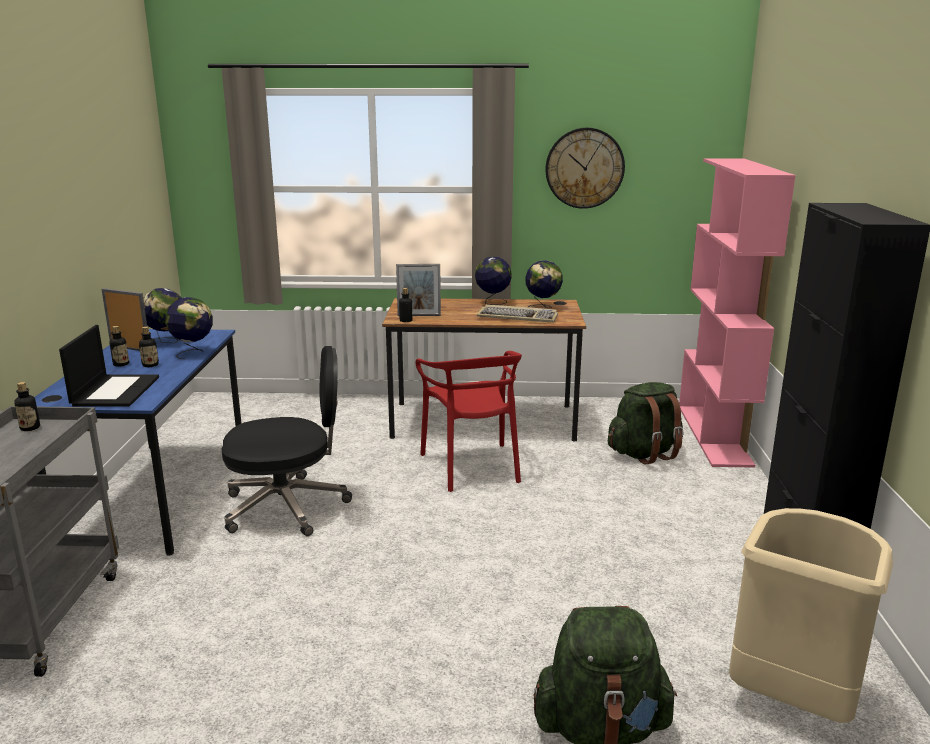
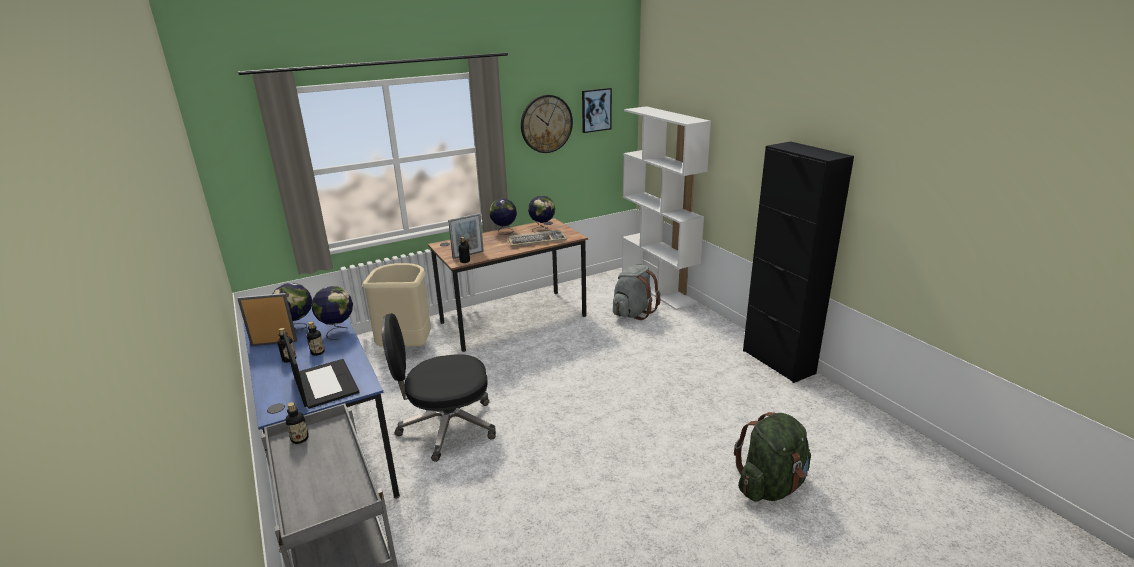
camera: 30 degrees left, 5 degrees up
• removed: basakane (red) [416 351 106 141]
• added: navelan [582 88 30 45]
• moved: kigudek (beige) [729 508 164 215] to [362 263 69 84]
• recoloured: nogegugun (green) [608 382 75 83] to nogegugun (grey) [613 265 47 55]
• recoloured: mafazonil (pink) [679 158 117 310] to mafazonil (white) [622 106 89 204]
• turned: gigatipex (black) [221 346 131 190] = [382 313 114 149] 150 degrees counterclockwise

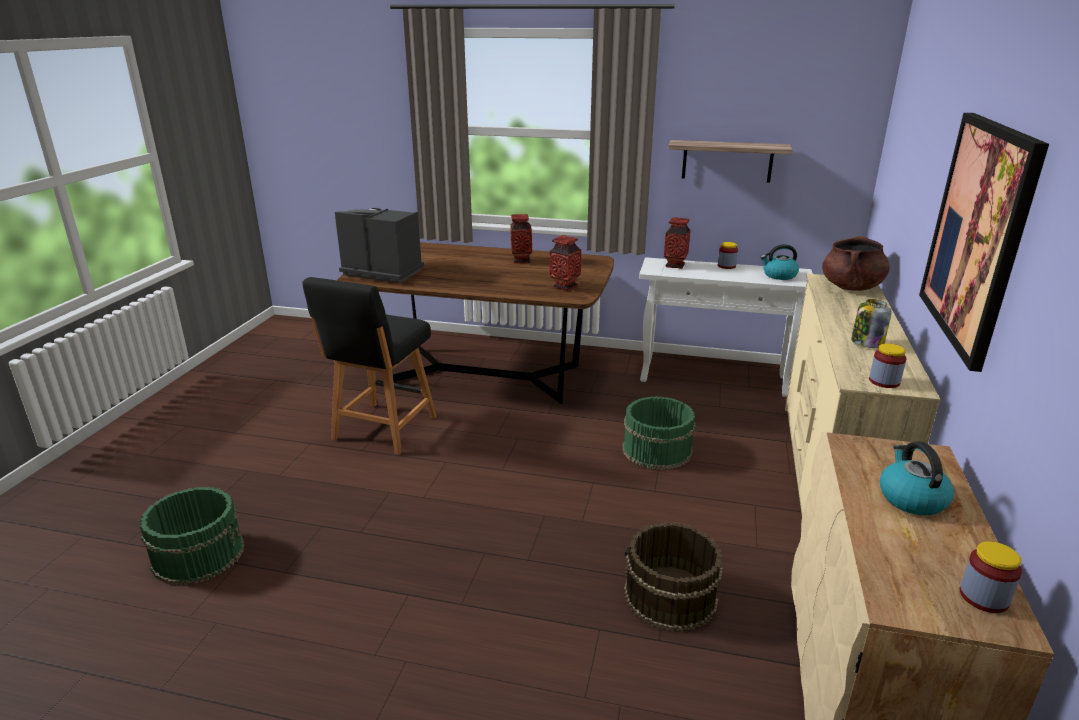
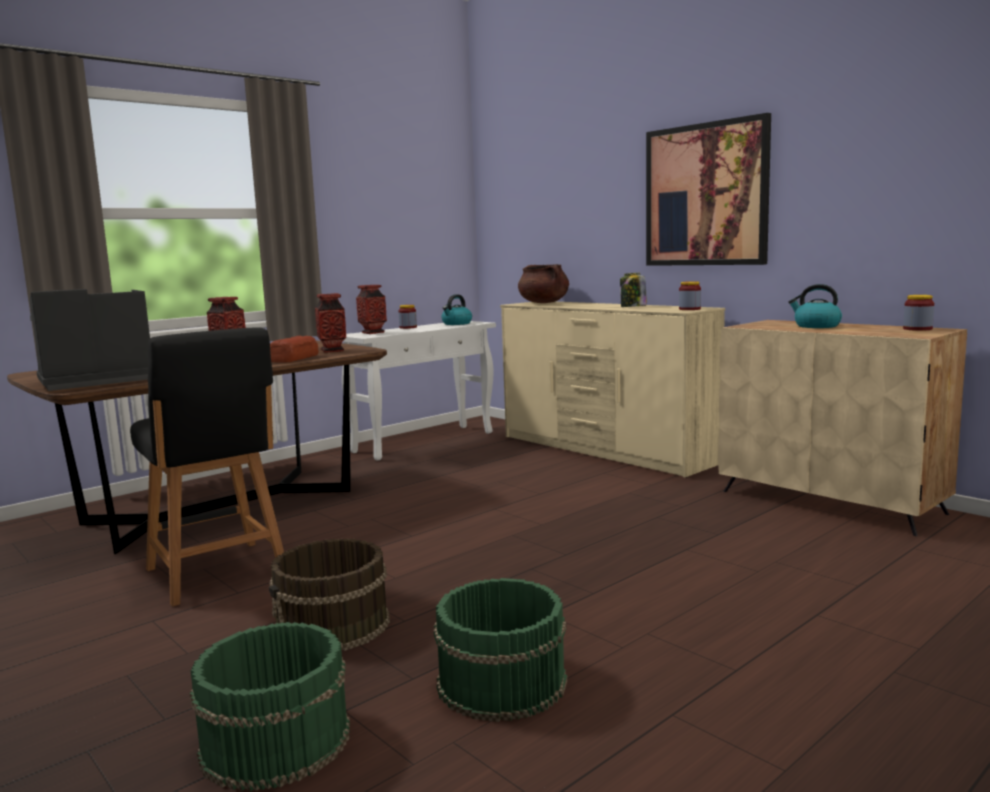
camera: 55 degrees left, 15 degrees down
• removed: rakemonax [668 140 125 43]
• added: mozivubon [270 336 49 27]
• moved: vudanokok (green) [623 396 73 74] to [434 578 133 144]
• moved: vudanokok (brown) [624 522 99 110] to [269 538 121 113]

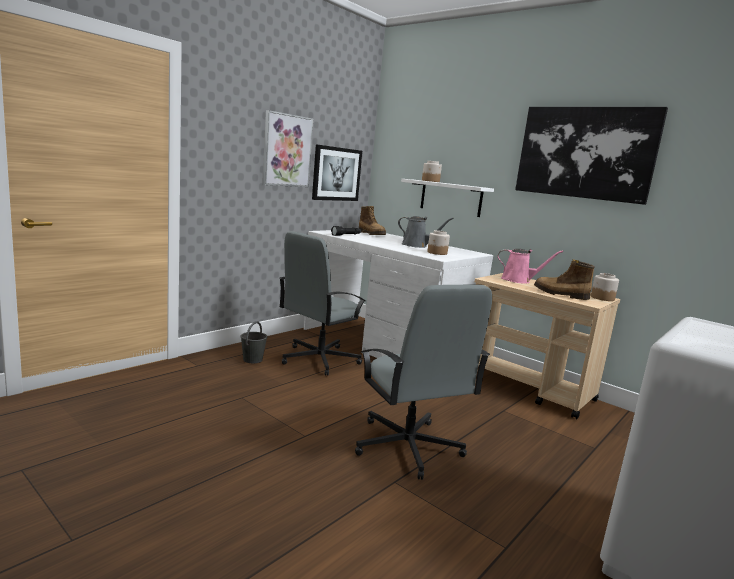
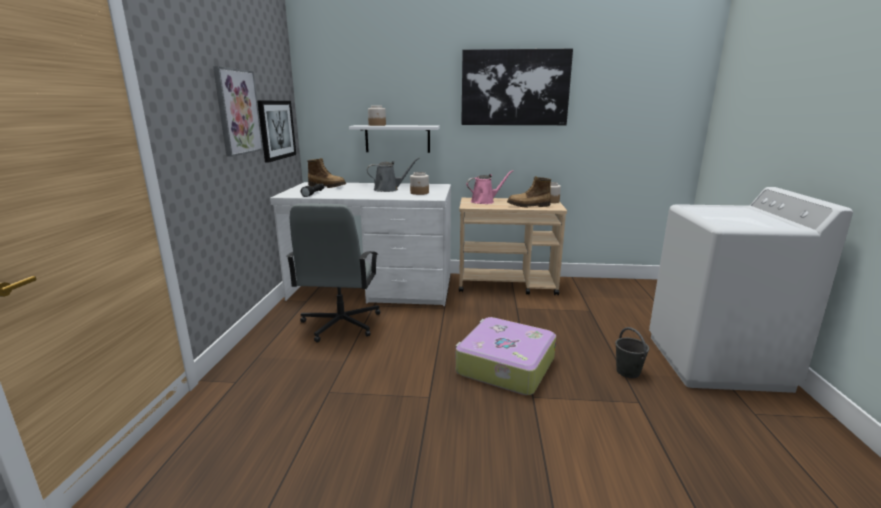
camera: 35 degrees left, 5 degrees up
• moved: vudanokok (grey) [241 321 26 42] to [615 327 34 51]
• replaced: gigatipex (grey) [355 285 137 195] to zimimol [456 317 100 78]

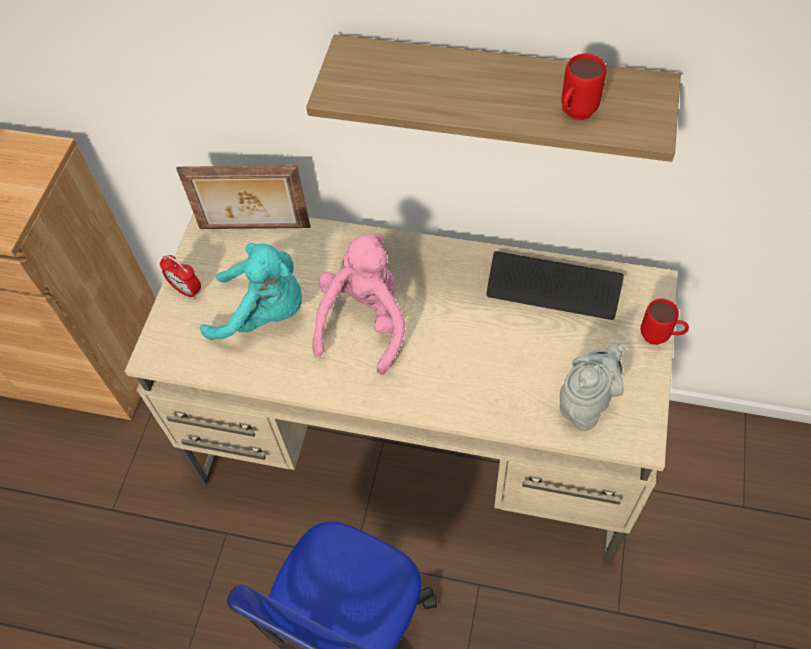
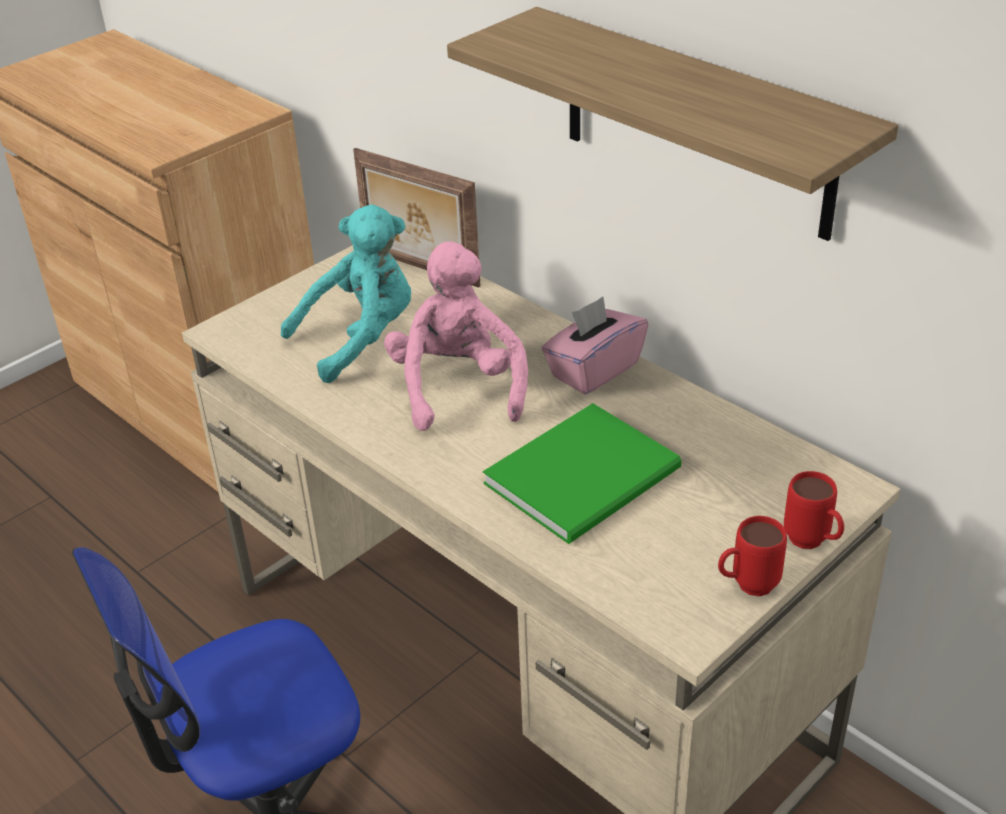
camera: 30 degrees right, 20 degrees down
• removed: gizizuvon [160 255 41 44]
• removed: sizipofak [486 251 138 69]
• removed: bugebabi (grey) [560 343 67 88]
• added: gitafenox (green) [483 403 199 141]
• added: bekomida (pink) [542 297 106 98]
• moved: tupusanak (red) [561 53 45 67] to [718 516 69 80]
• turned: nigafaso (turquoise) [200 243 102 97] = [281 205 130 178] 75 degrees counterclockwise
• turned: nigafaso (pink) [312 233 94 142] = [384 242 144 189] 60 degrees counterclockwise

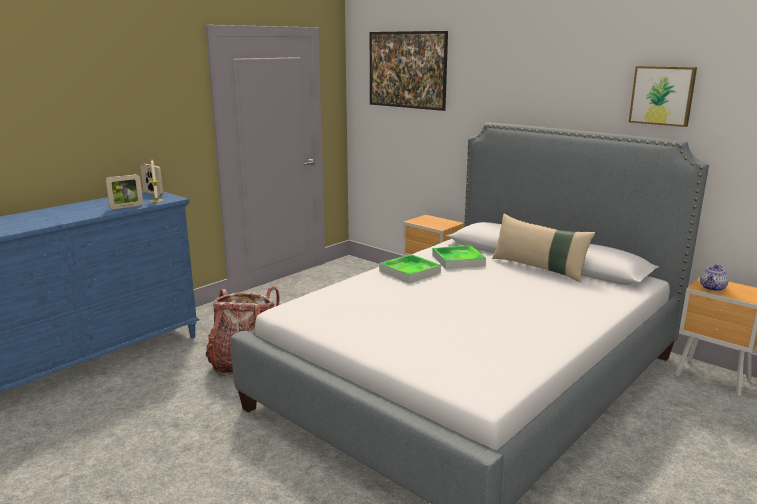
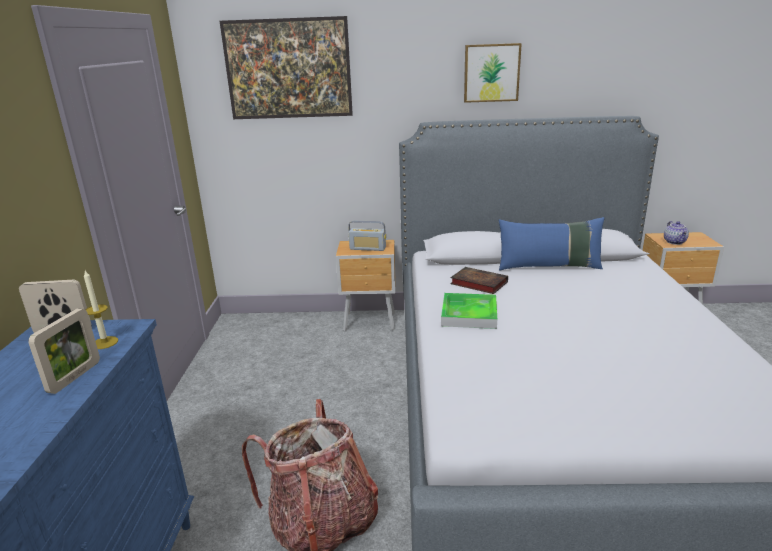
camera: 40 degrees left, 5 degrees up
• added: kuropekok [348 220 38 31]
• moved: navelan [629 66 68 61] to [464 43 58 60]
• replaced: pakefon [432 245 54 24] to gitafenox [450 267 58 27]
• recoloured: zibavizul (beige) [492 214 104 68] to zibavizul (blue) [499 217 105 54]

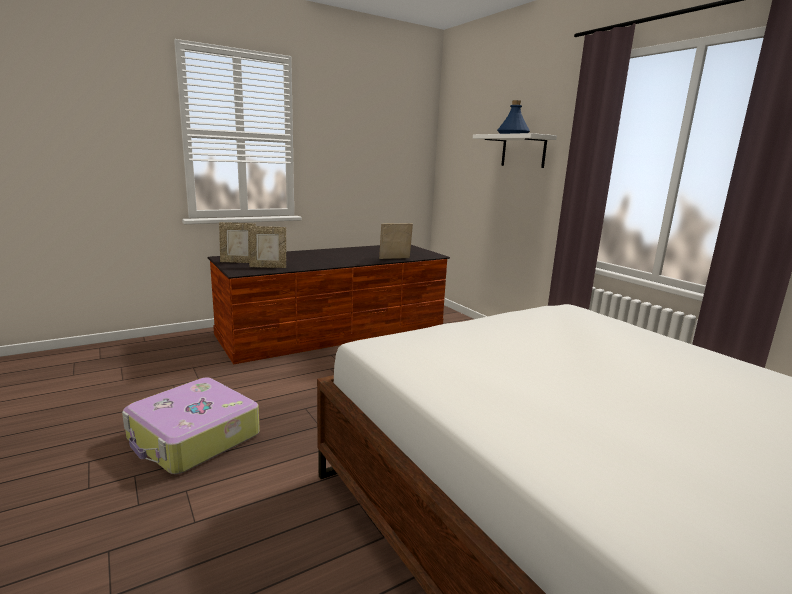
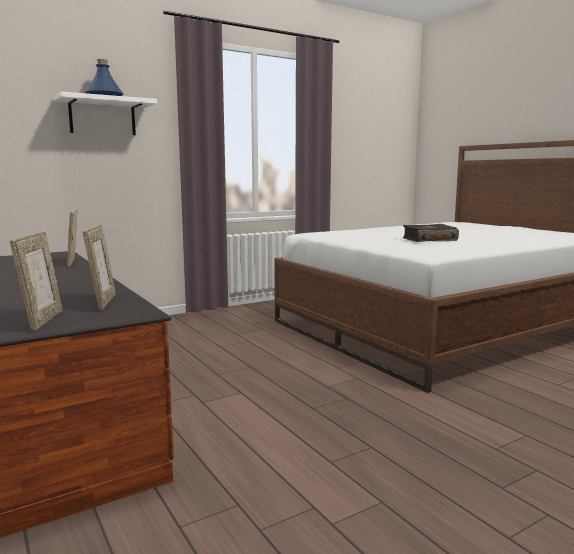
camera: 90 degrees left, 5 degrees down
• removed: zimimol [122 377 138 97]
• added: gitafenox [402 224 57 18]

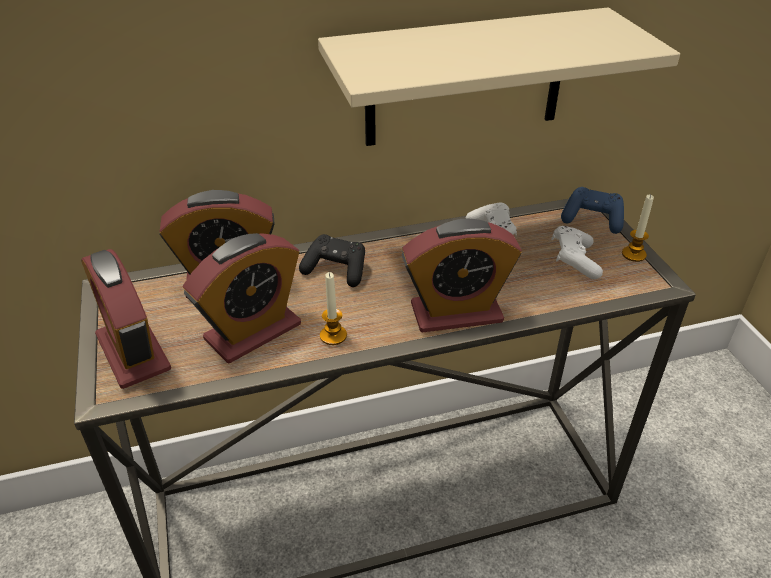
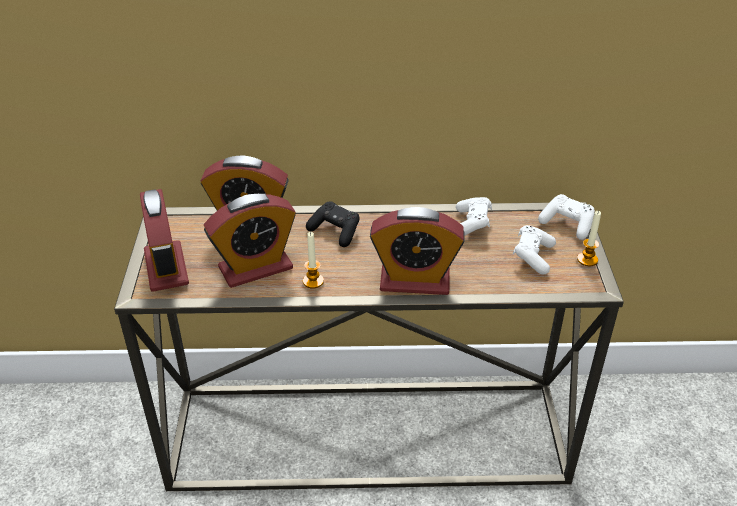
camera: 15 degrees right, 0 degrees up
• removed: rakemonax (beige) [318 7 362 139]
• recoloured: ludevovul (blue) [561 187 63 47] to ludevovul (white) [538 194 57 46]

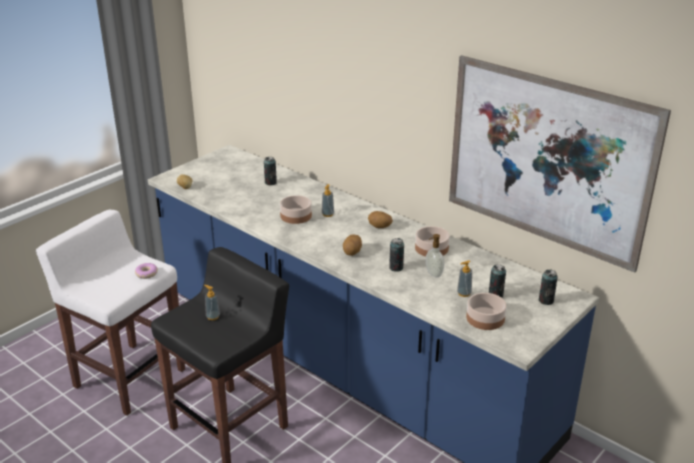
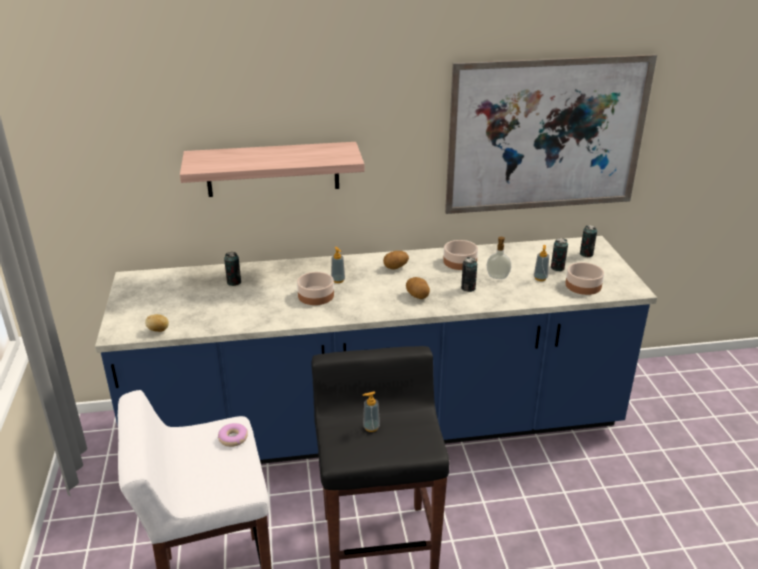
camera: 50 degrees left, 0 degrees up
• added: rakemonax [180 142 184 55]

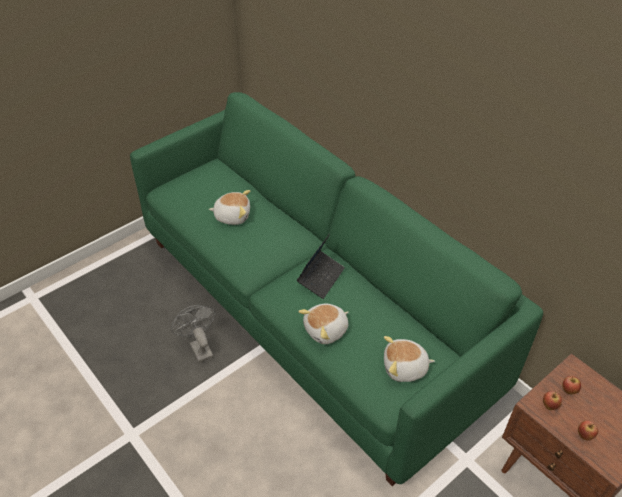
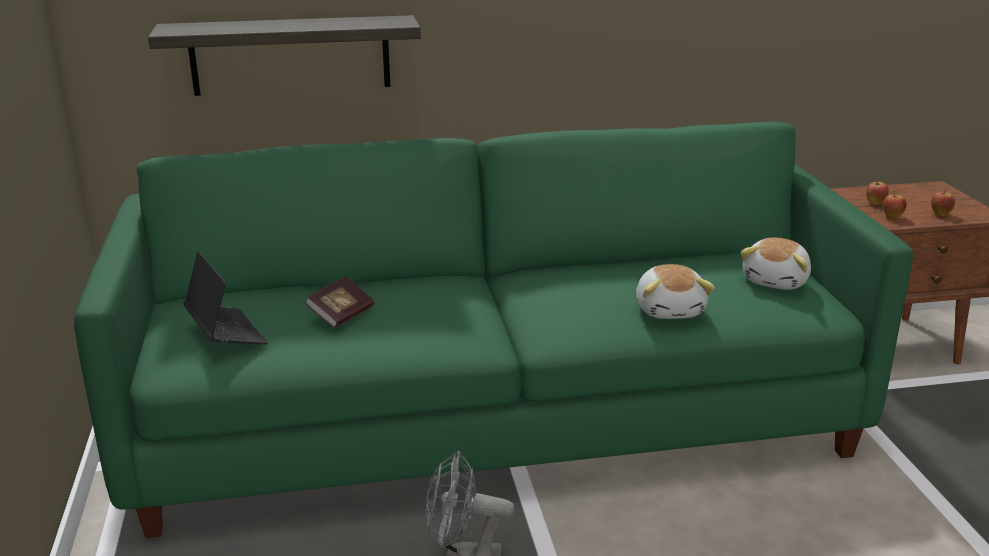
camera: 60 degrees left, 20 degrees down
• added: rakemonax [148 15 273 81]
• moved: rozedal [297 234 48 65] to [184 251 84 94]
• replaced: nigafaso [209 190 41 35] to gitafenox [305 277 69 51]

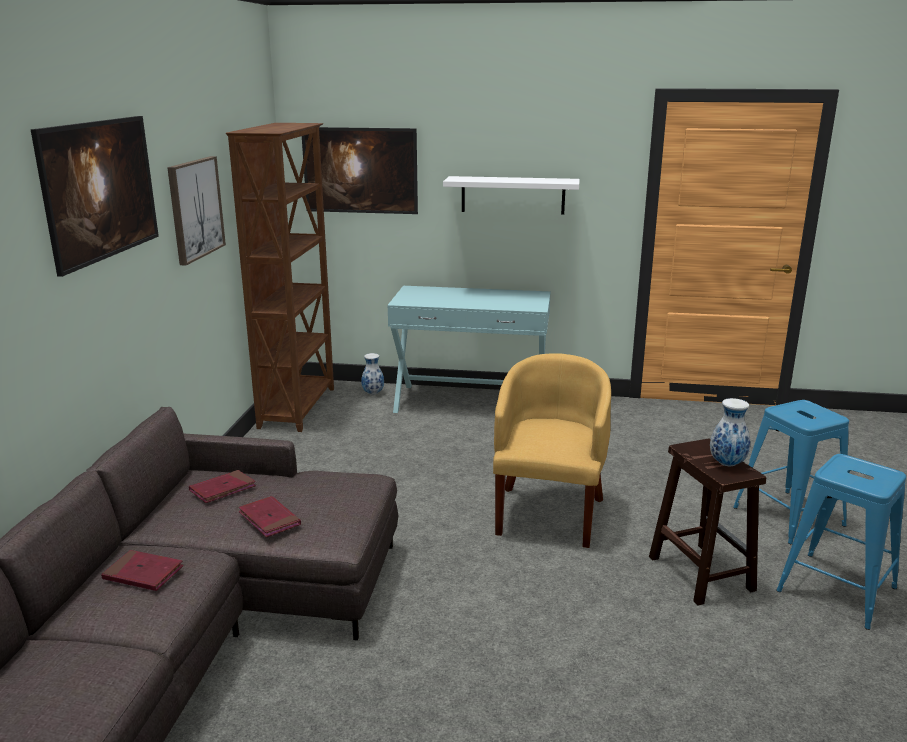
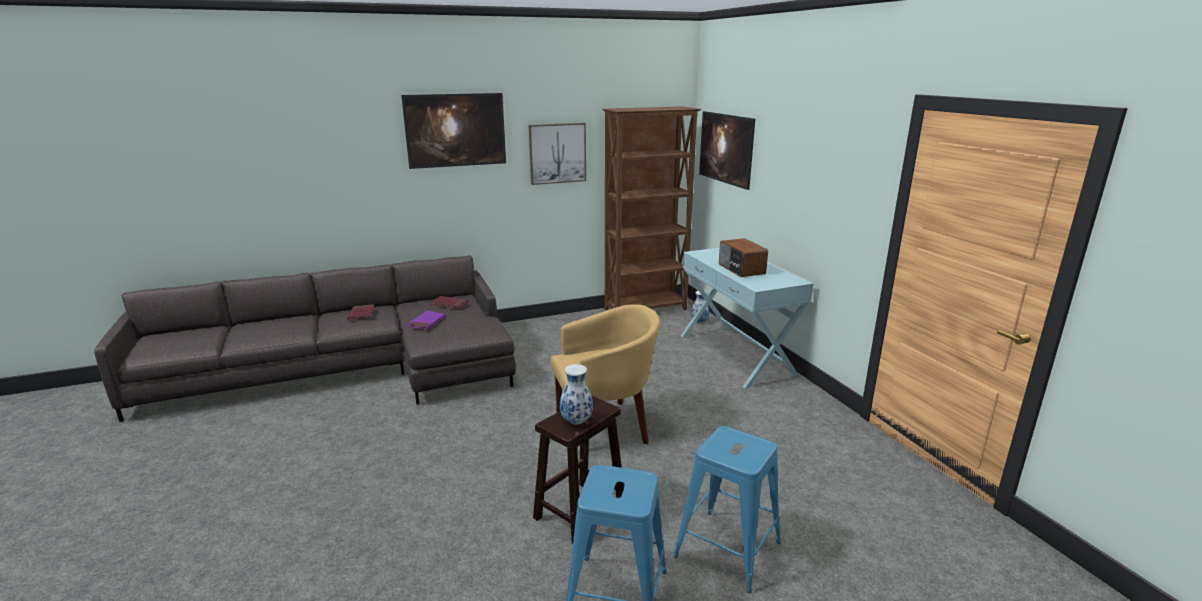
camera: 60 degrees right, 0 degrees up
• removed: rakemonax (white) [443 176 137 39]
• added: kuropekok [719 238 49 39]
• recoloured: gitafenox (red) [239 496 62 42] to gitafenox (purple) [408 311 37 19]

